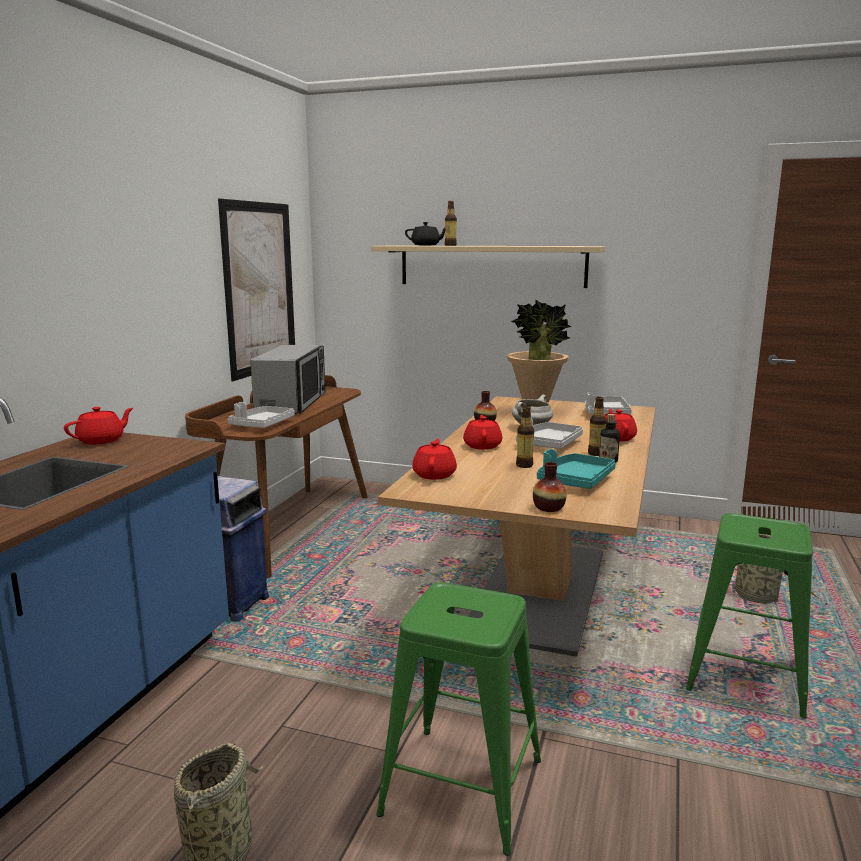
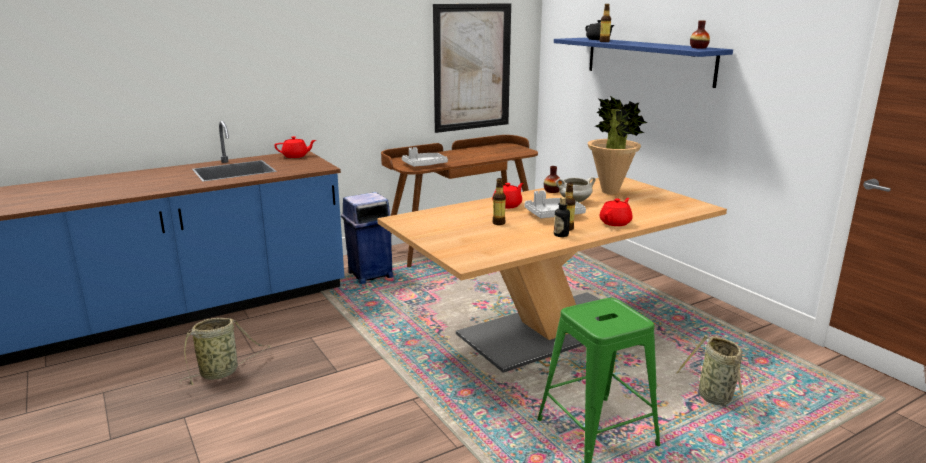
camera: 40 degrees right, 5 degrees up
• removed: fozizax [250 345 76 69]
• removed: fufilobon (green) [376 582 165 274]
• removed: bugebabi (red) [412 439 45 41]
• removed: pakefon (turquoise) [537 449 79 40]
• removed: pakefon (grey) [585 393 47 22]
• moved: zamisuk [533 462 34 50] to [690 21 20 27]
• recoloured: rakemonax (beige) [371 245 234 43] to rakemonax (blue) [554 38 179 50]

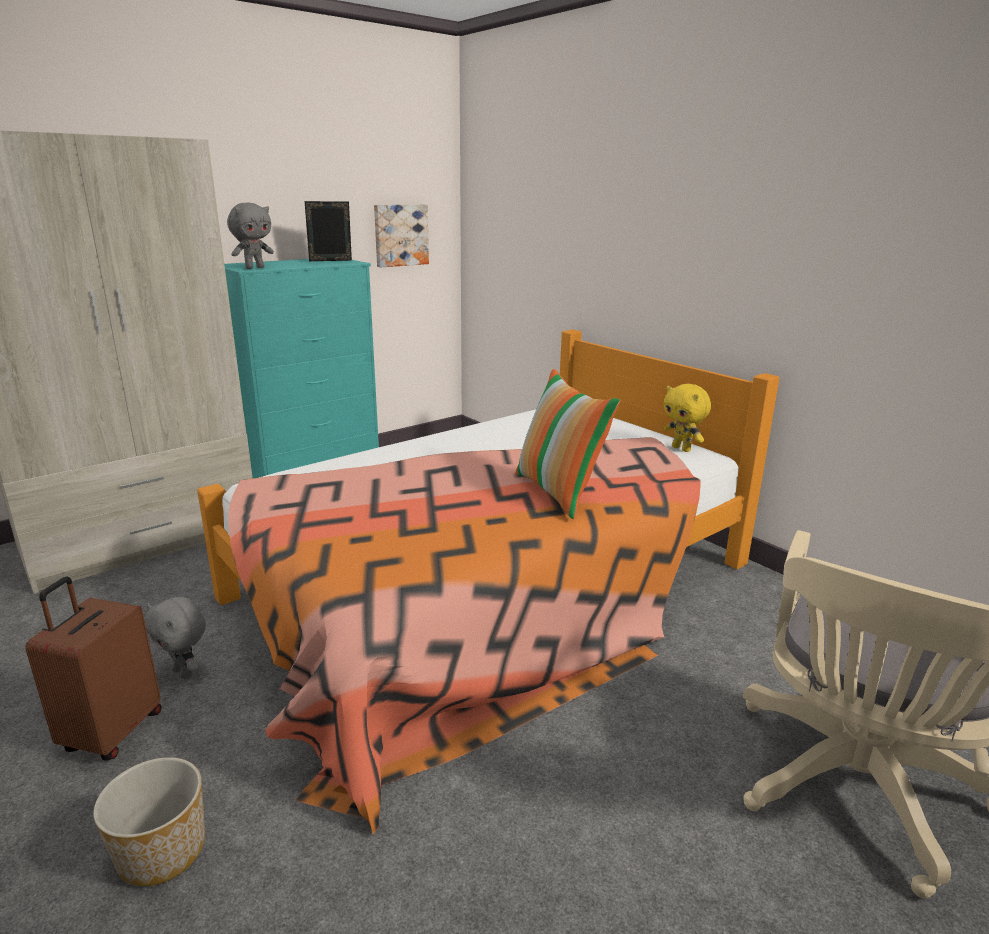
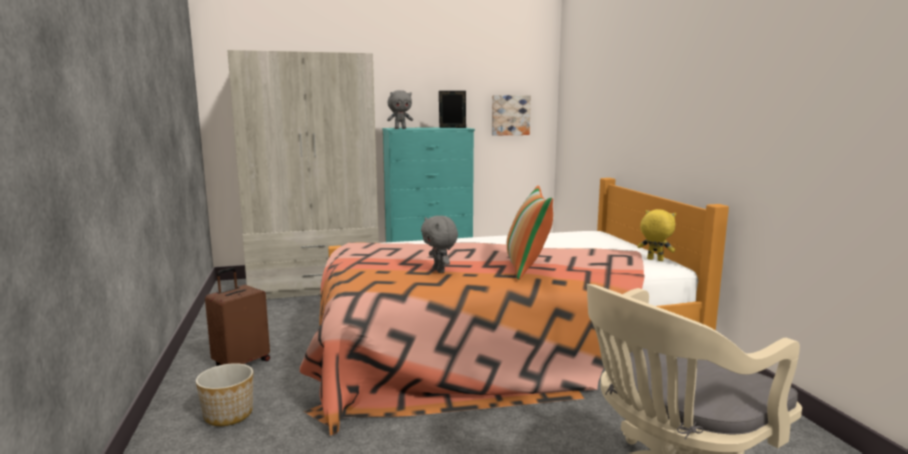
camera: 25 degrees right, 10 degrees down
• moved: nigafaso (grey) [144 597 62 82] to [421 215 37 58]
• turned: nigafaso (yellow) [663 384 48 68] = [637 209 39 52] 135 degrees clockwise

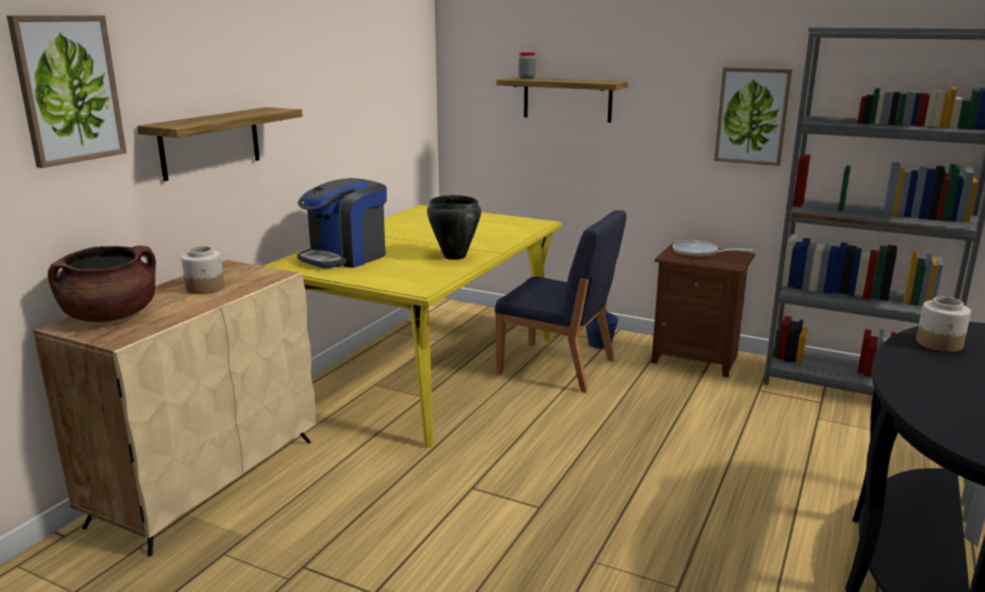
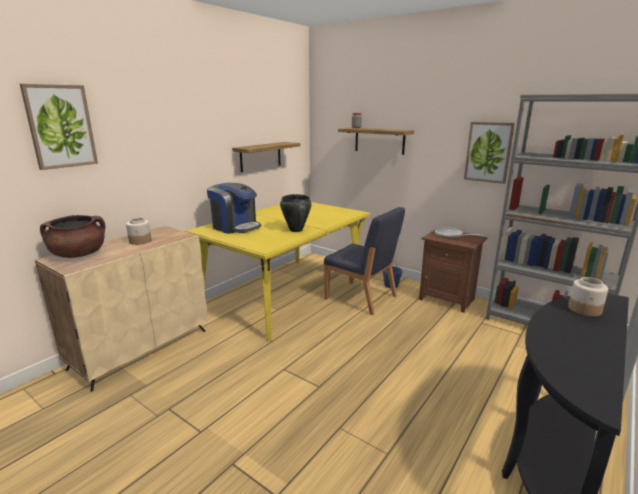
camera: 10 degrees right, 0 degrees up
• moved: rakemonax [137 107 166 74] to [232 142 68 30]
• turned: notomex [297 178 90 90] = [207 182 54 52] 105 degrees counterclockwise

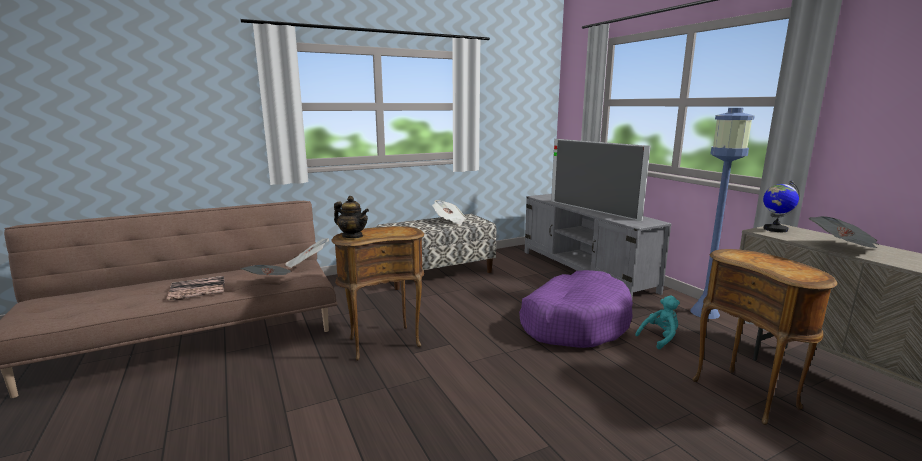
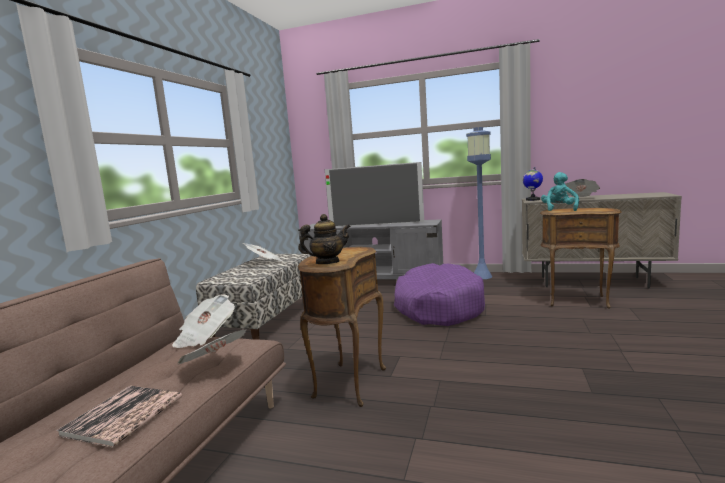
camera: 45 degrees left, 5 degrees down
• moved: nigafaso (turquoise) [635 296 45 53] to [541 172 38 39]

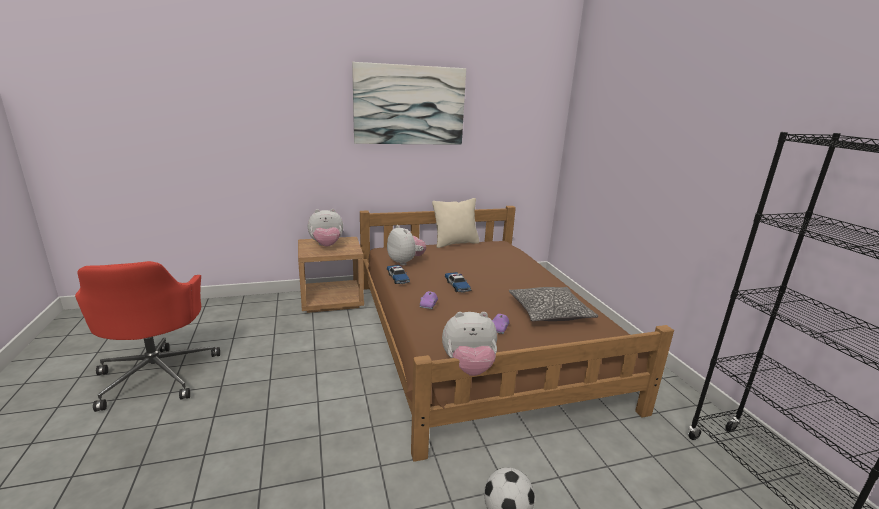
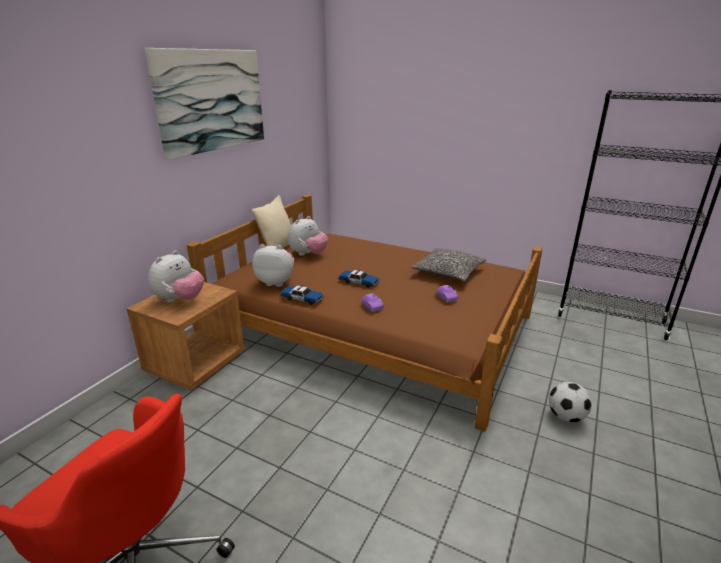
camera: 45 degrees left, 5 degrees up
• moved: nigafaso [442 312 55 64] to [288 216 40 40]

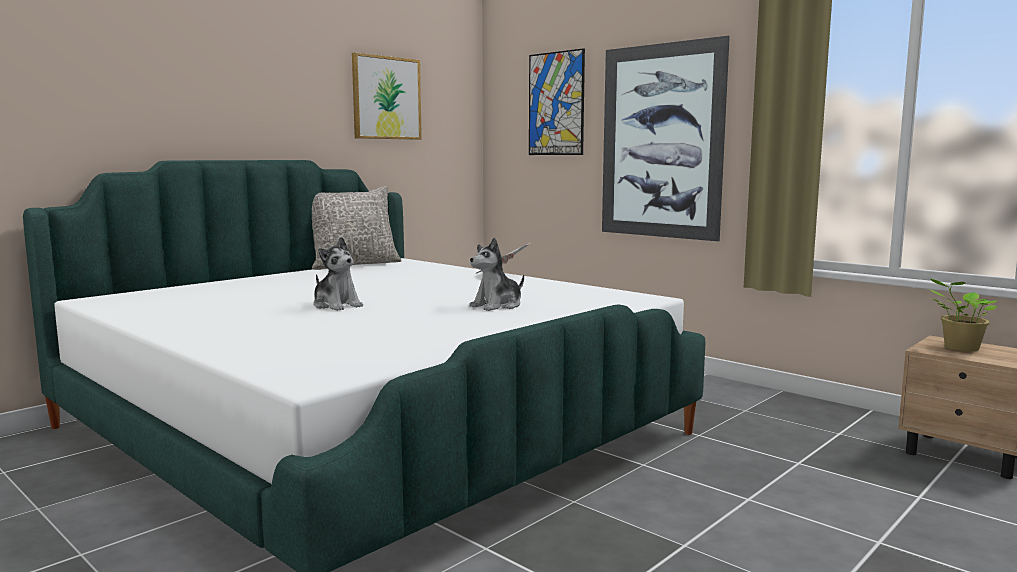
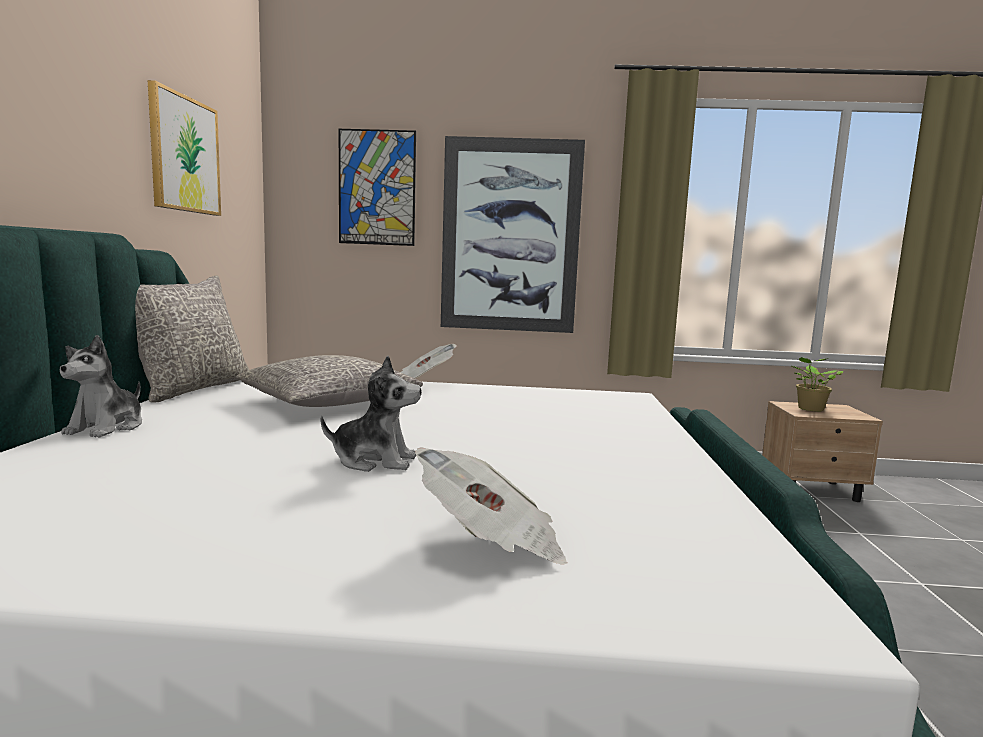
camera: 40 degrees left, 0 degrees up
• added: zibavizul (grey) [236 355 187 52]
• added: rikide [415 448 153 117]
• moved: nigafaso [469 237 55 74] to [60 335 82 103]

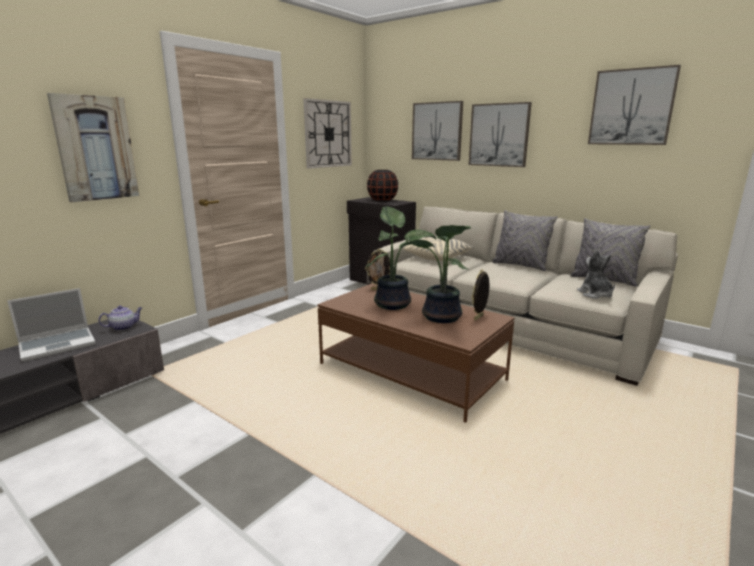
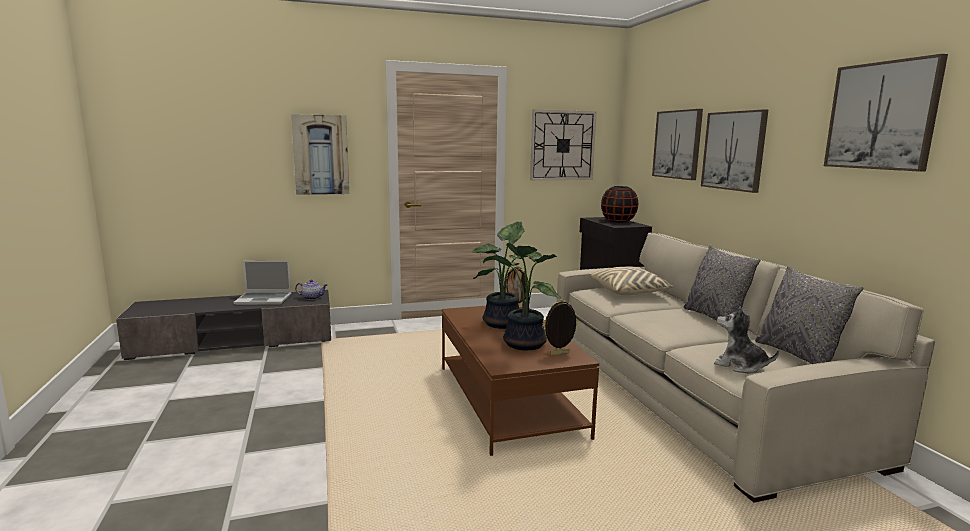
camera: 35 degrees right, 5 degrees down
• turned: nigafaso [577 250 38 49] = [714 306 65 67] 75 degrees counterclockwise

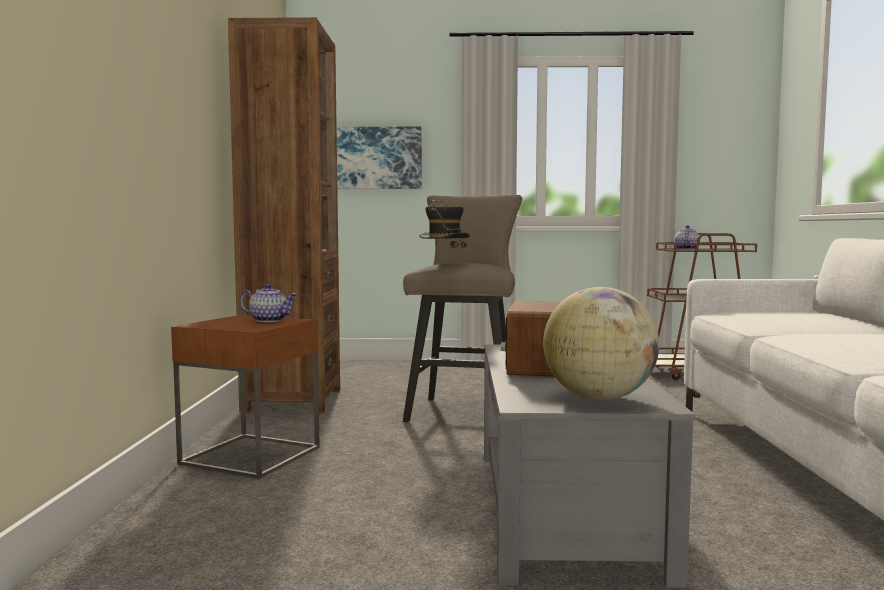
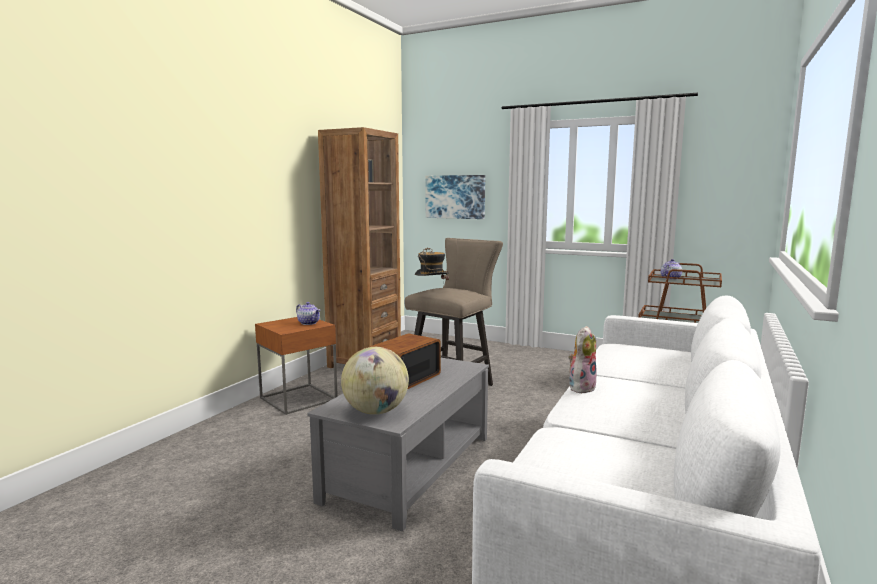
camera: 25 degrees right, 5 degrees up
• added: nigafaso [568 326 29 67]

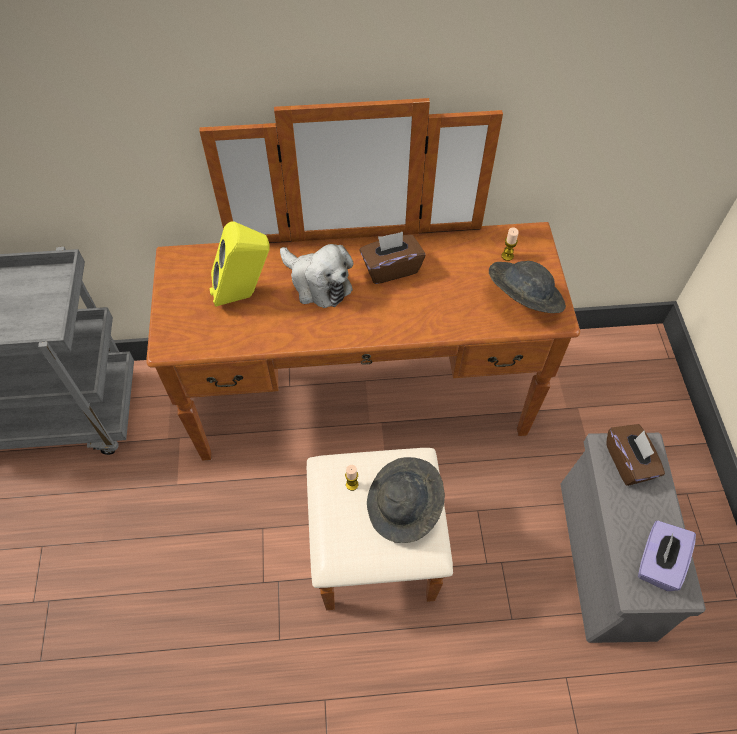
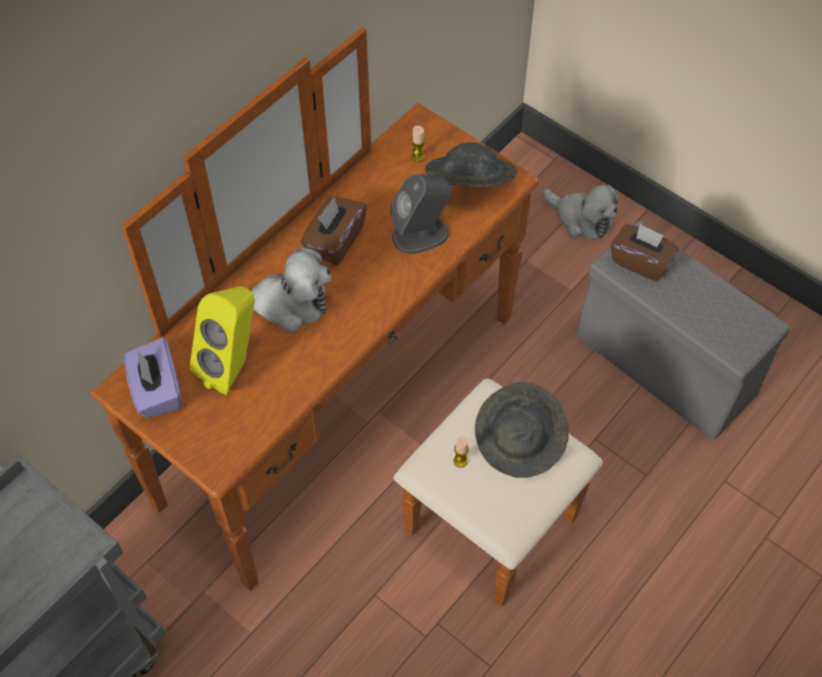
camera: 45 degrees left, 0 degrees up
• added: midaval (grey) [391 174 60 80]
• added: nigafaso [543 185 76 55]
• moved: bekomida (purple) [638 521 58 70] to [124 337 58 81]

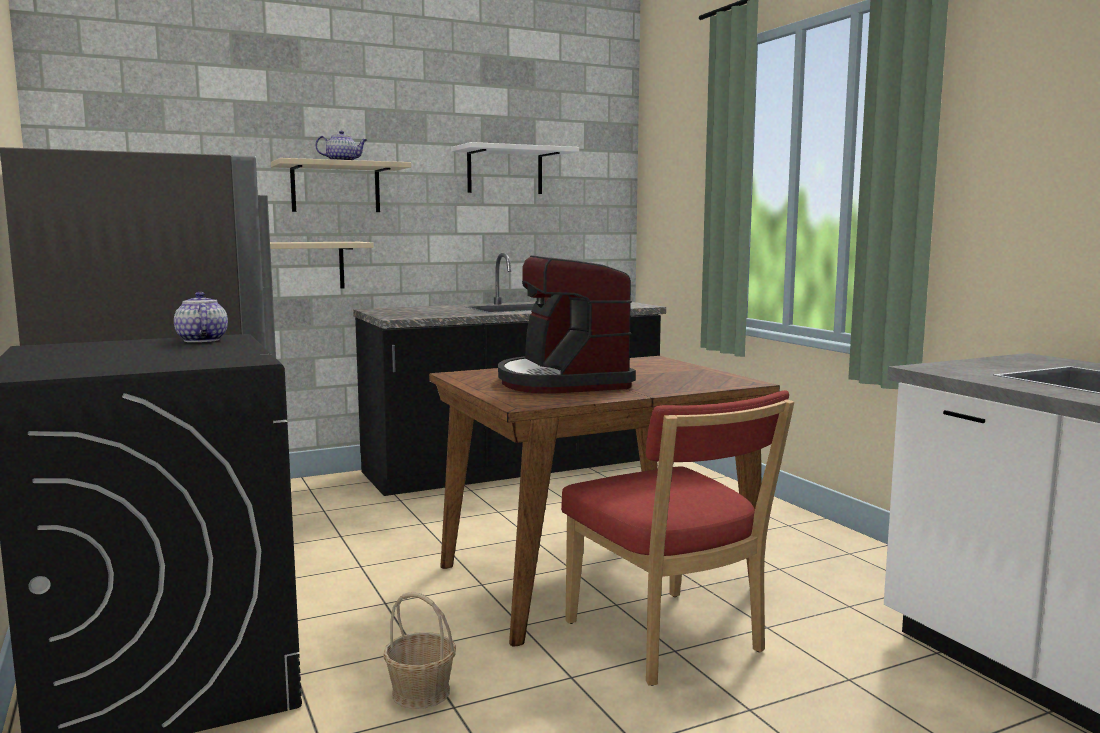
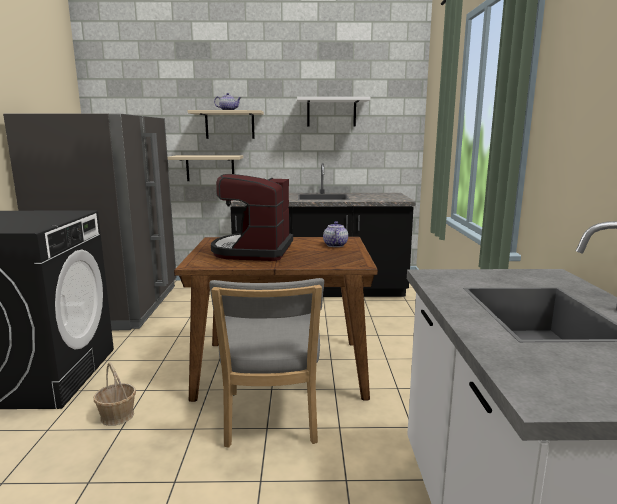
camera: 25 degrees right, 5 degrees up
• moved: bugebabi [174 292 54 50] to [323 221 25 26]
• recoloured: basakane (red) [561 390 233 296] to basakane (grey) [209 278 115 170]

